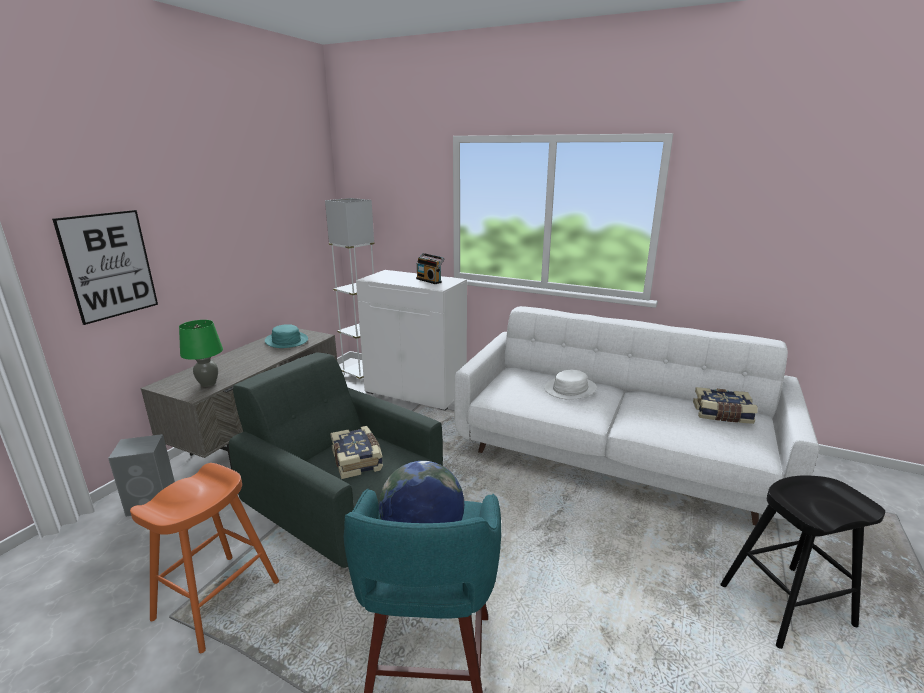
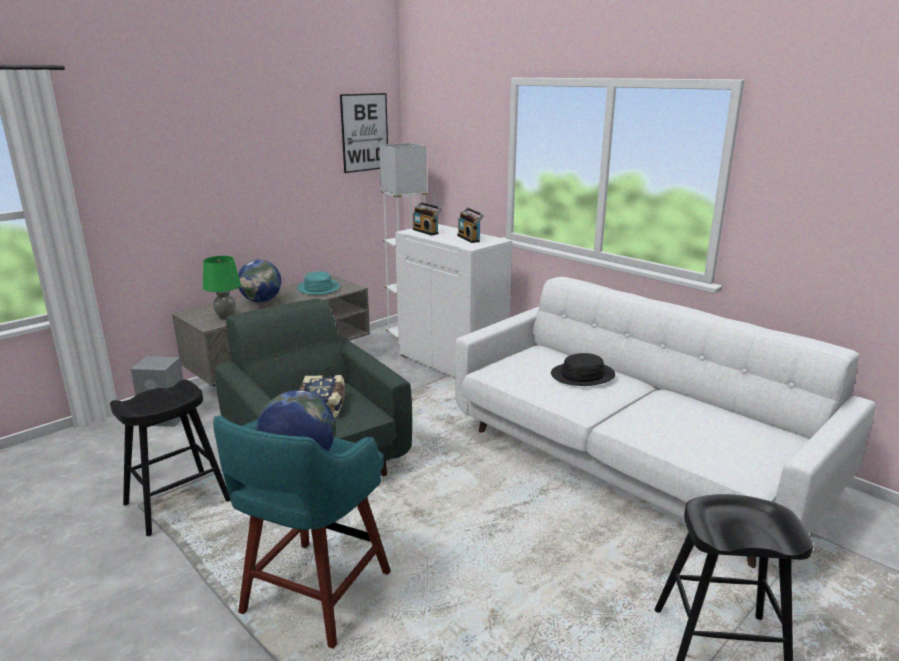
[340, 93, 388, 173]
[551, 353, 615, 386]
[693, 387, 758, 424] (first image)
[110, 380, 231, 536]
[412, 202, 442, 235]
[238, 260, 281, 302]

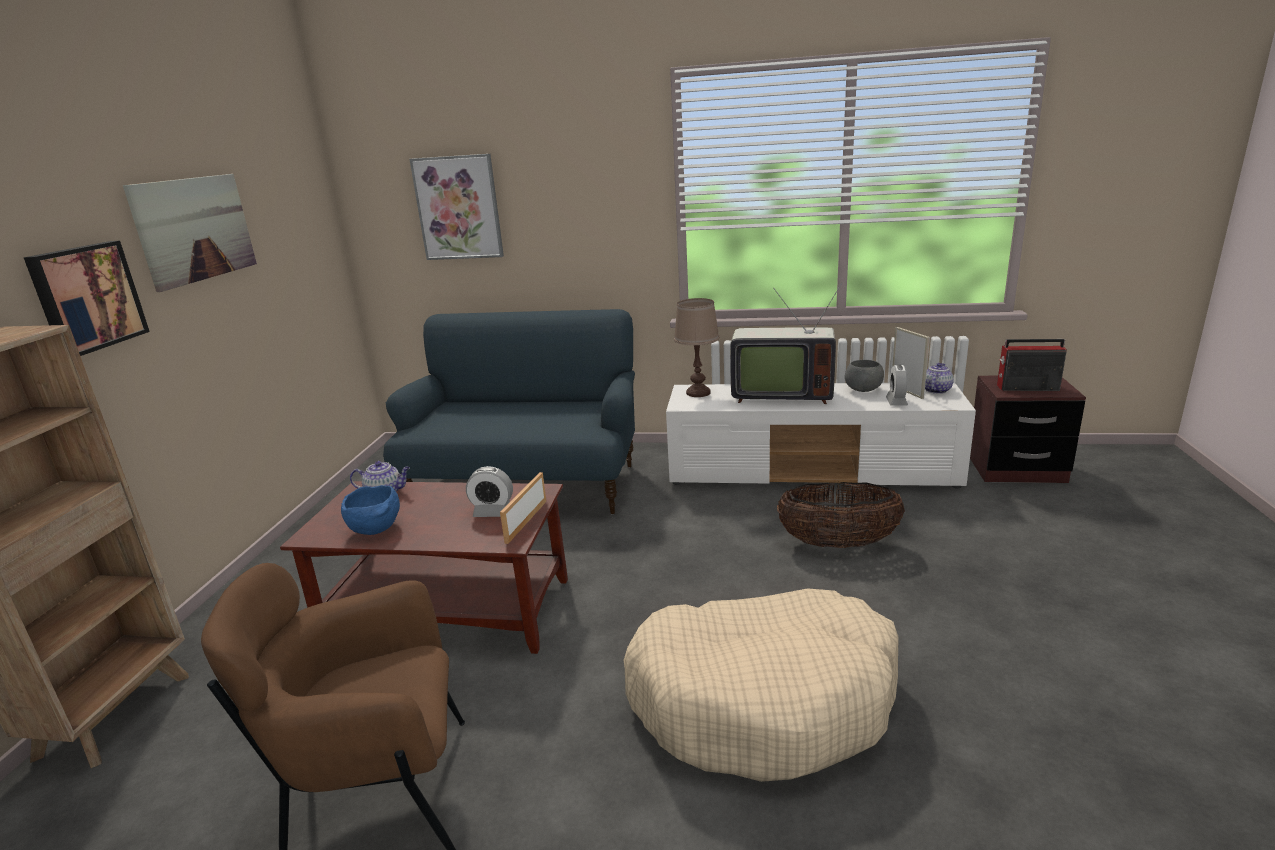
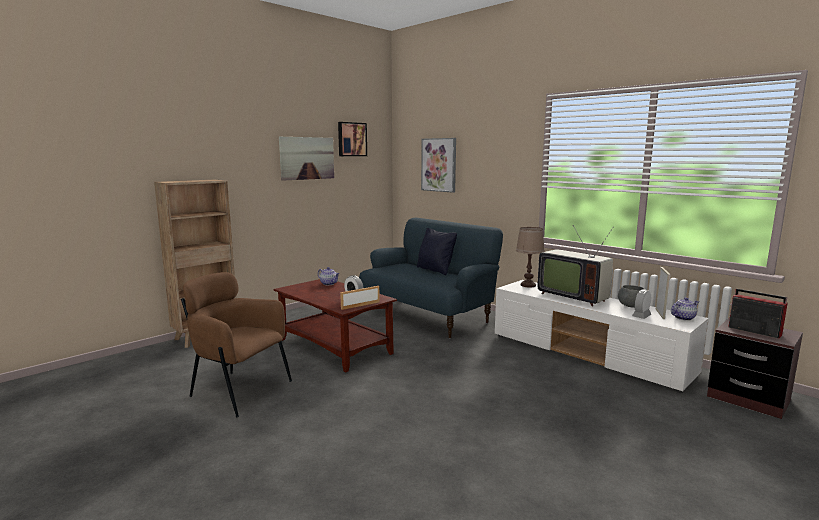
[338, 122, 367, 156]
[777, 482, 905, 548] (first image)
[341, 485, 400, 535] (first image)
[624, 588, 899, 782] (first image)
[417, 228, 457, 275]

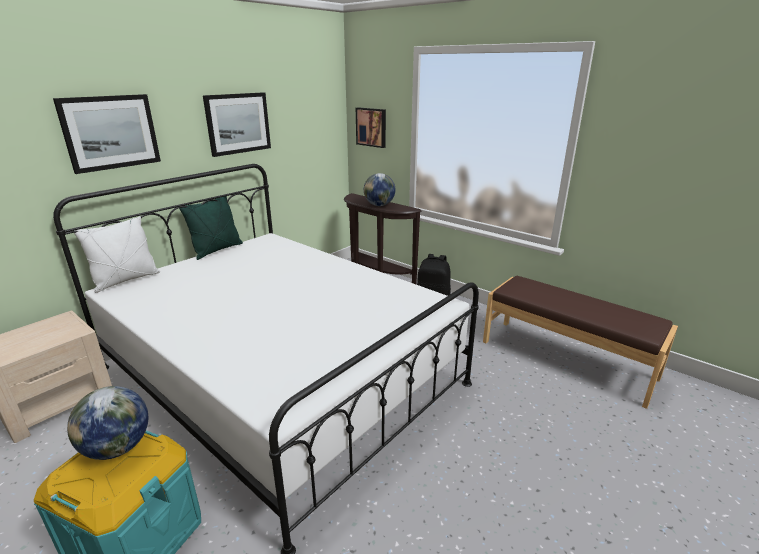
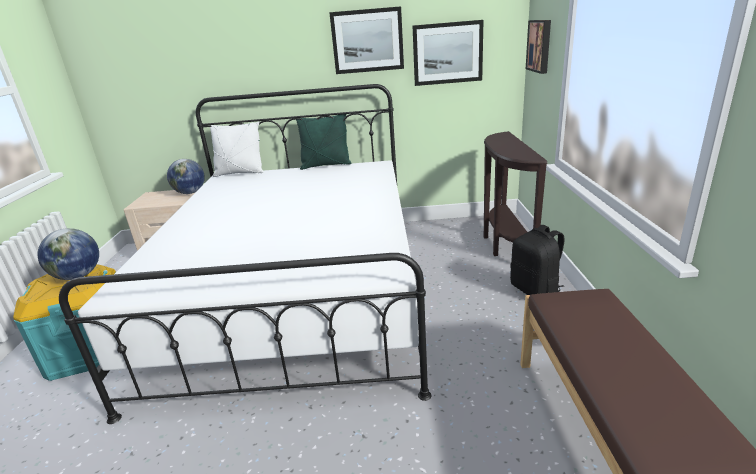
[413, 20, 484, 86]
[167, 159, 205, 194]

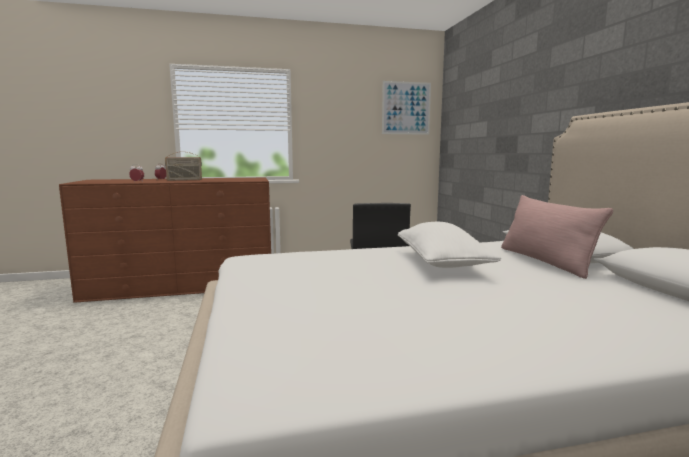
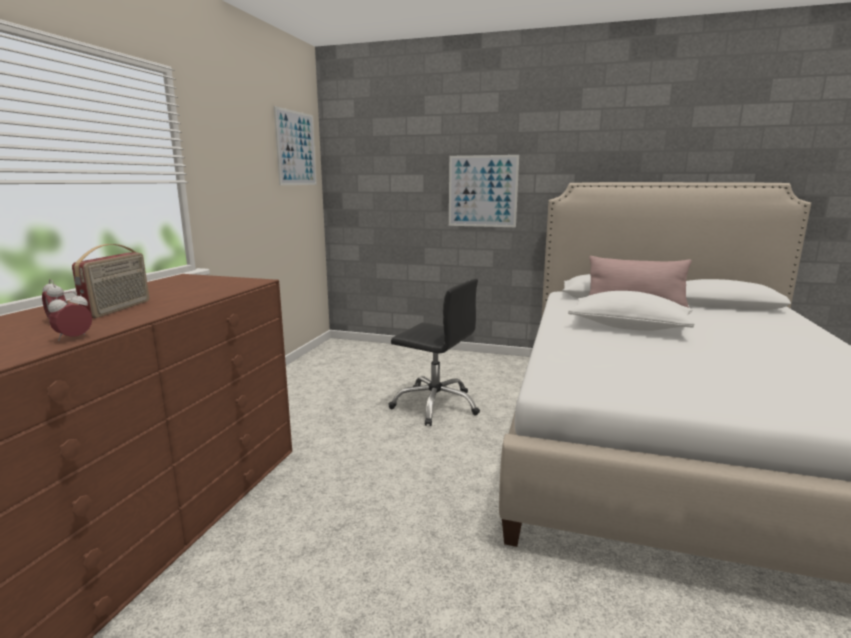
[449, 155, 519, 227]

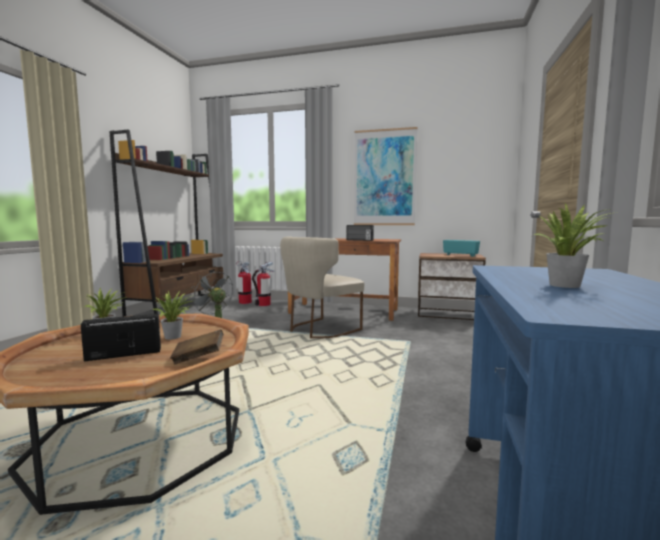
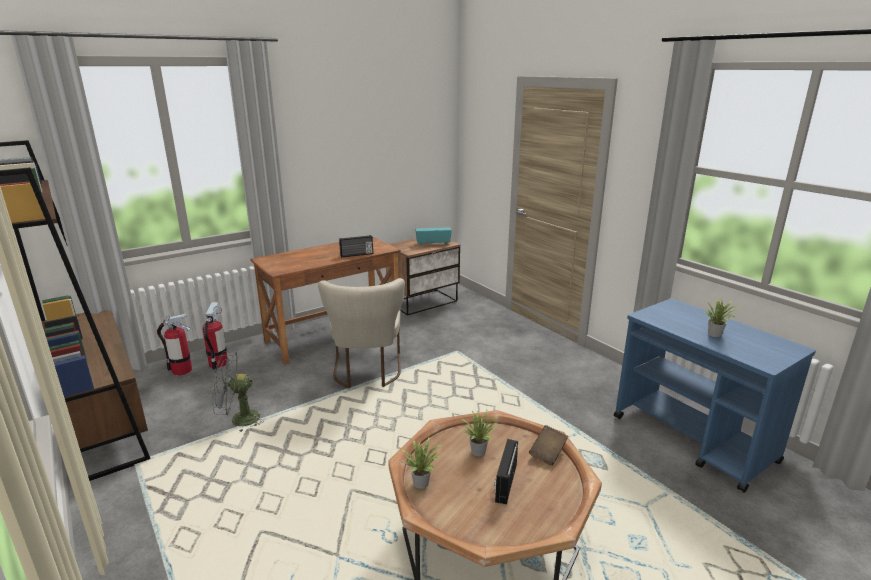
[354, 127, 418, 225] (first image)

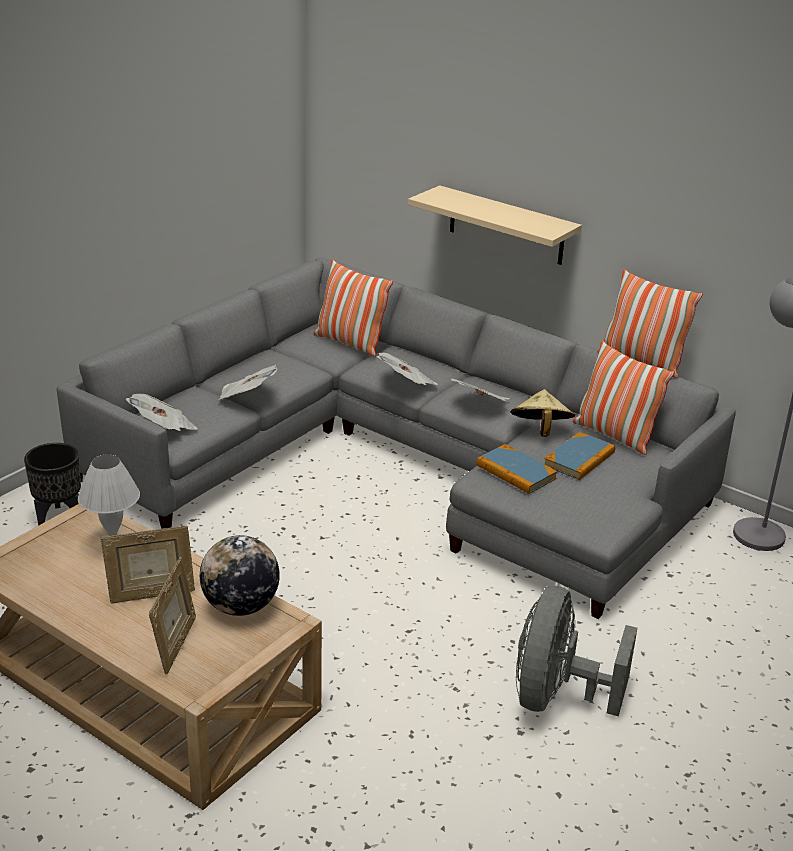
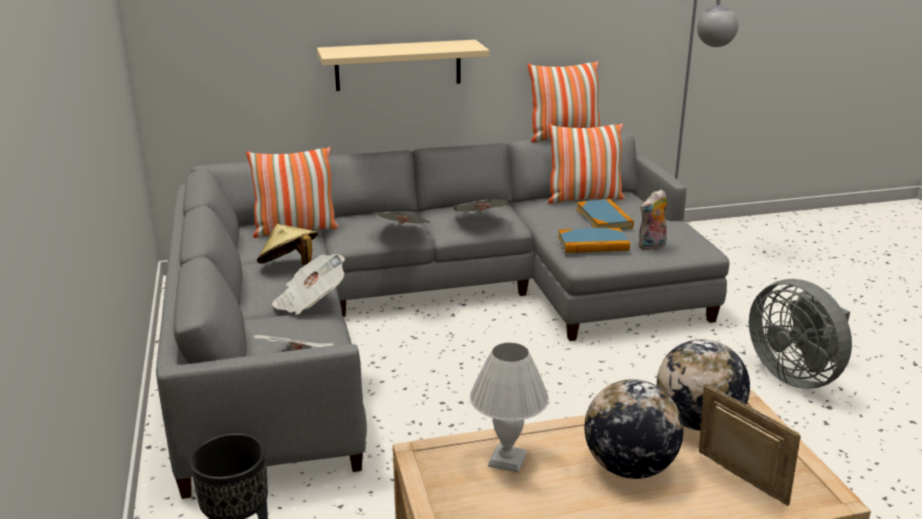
[257, 224, 318, 265]
[584, 379, 683, 479]
[638, 189, 667, 250]

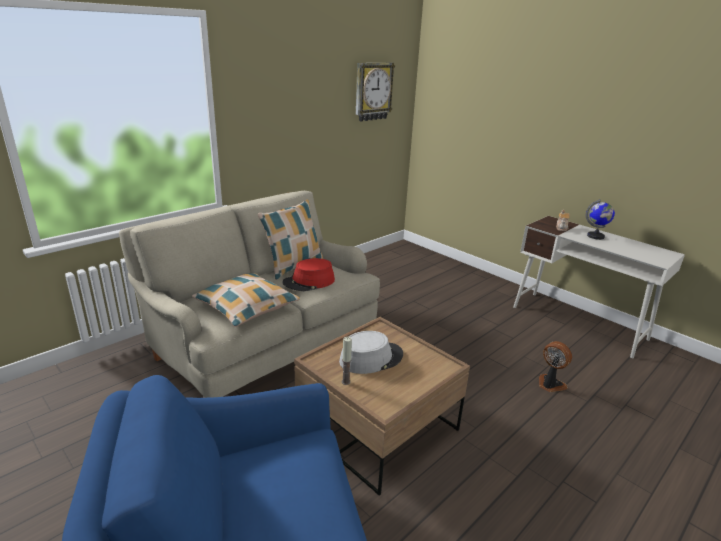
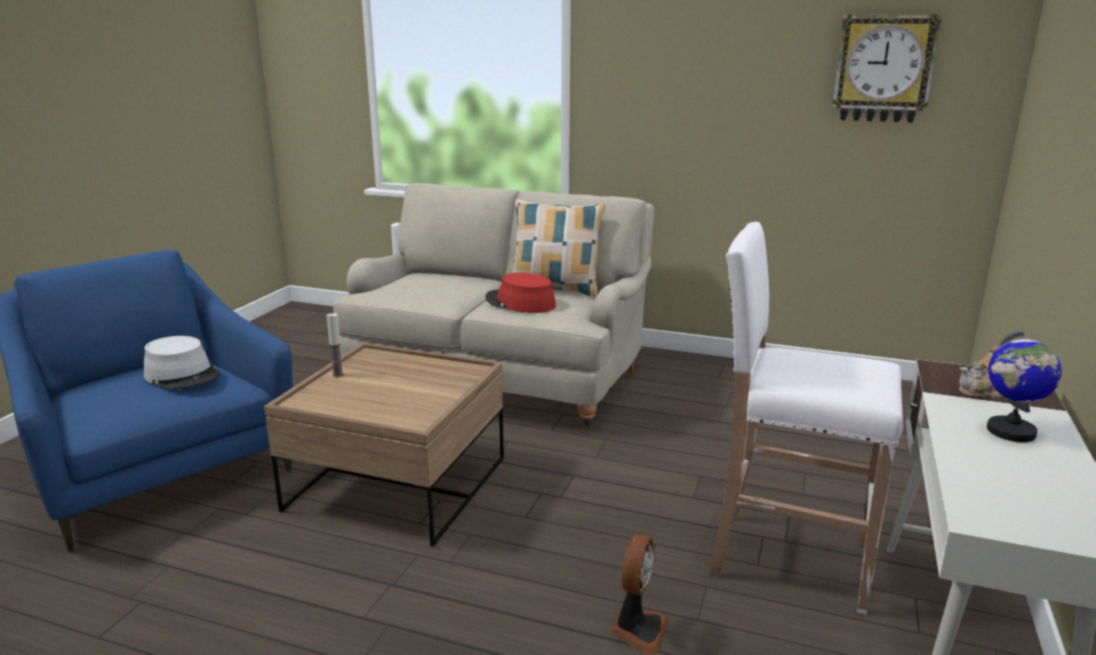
[192, 273, 300, 327] (first image)
[144, 336, 221, 390]
[710, 222, 903, 615]

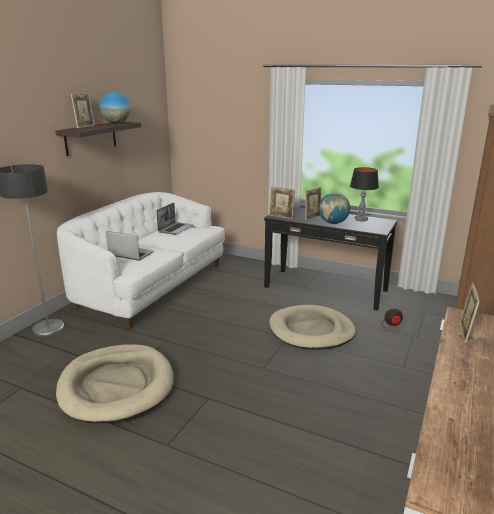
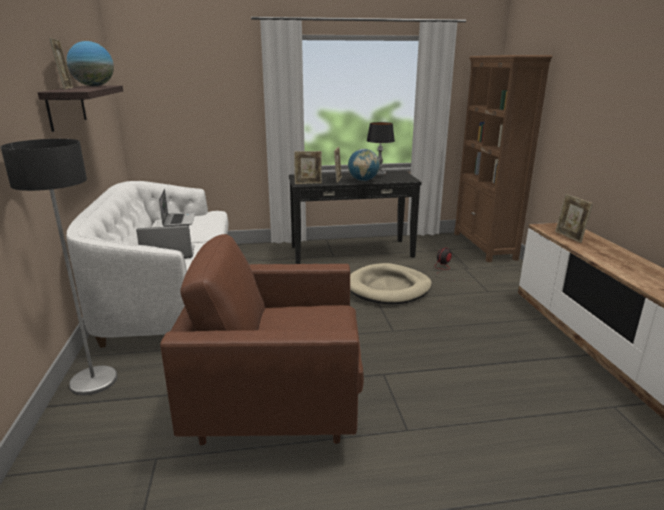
[160, 234, 364, 445]

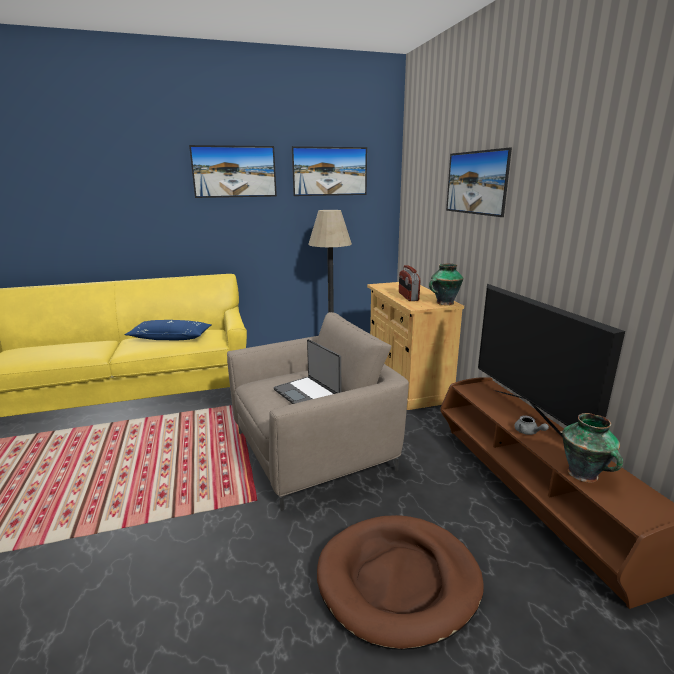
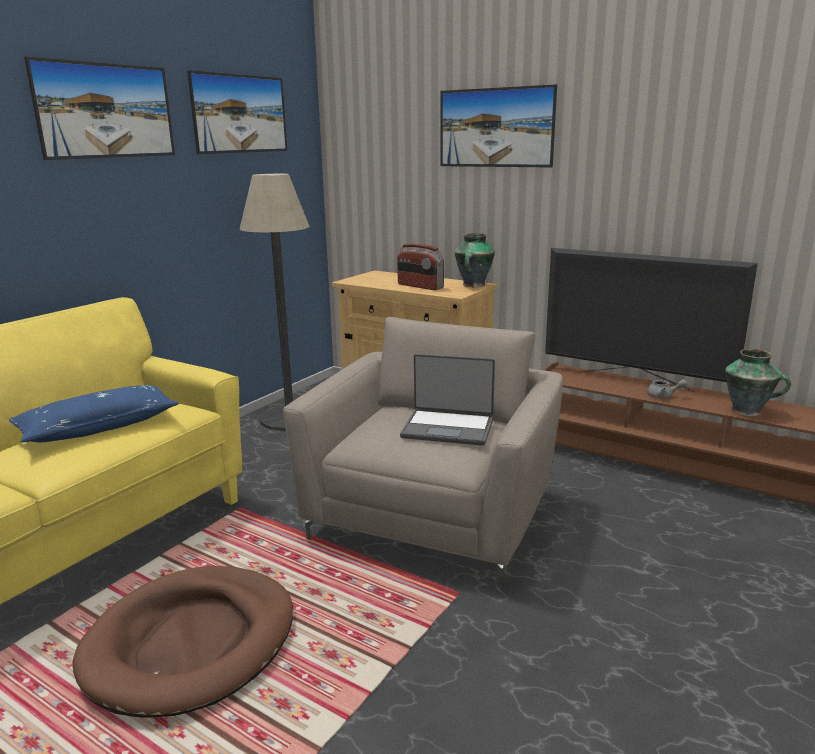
[73, 566, 293, 718]

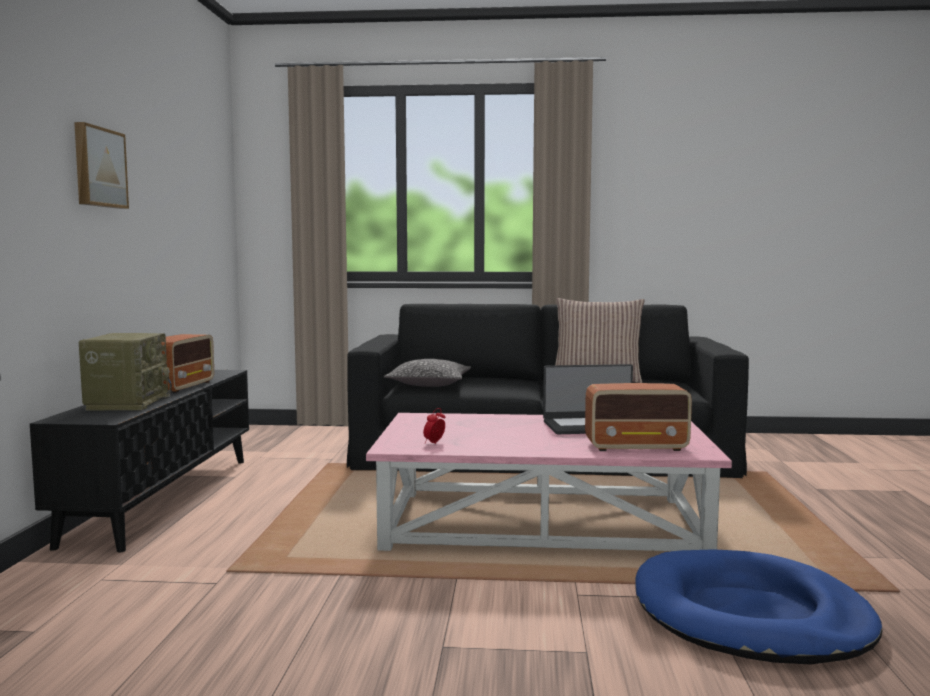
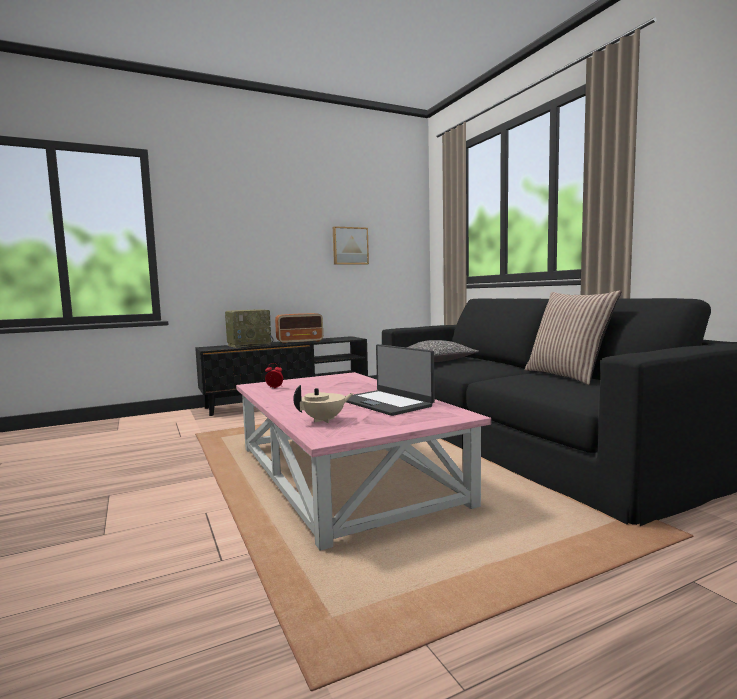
[333, 226, 369, 265]
[293, 385, 353, 423]
[636, 549, 882, 664] (first image)

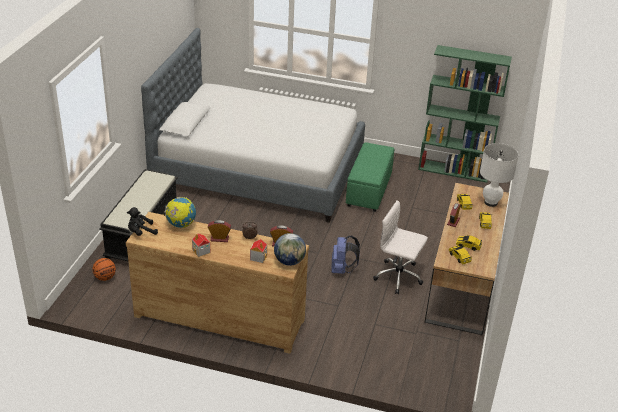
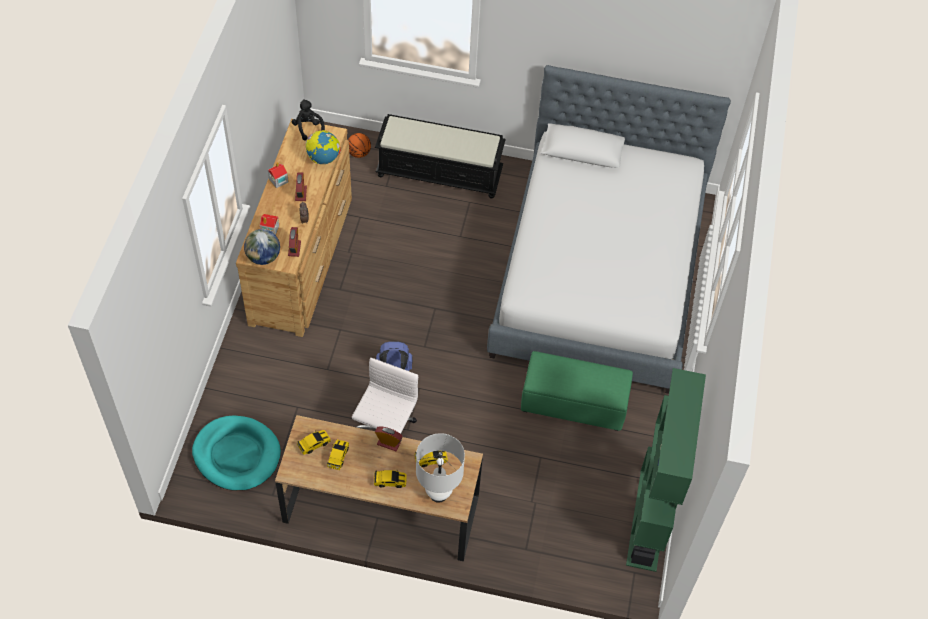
[192, 415, 281, 491]

